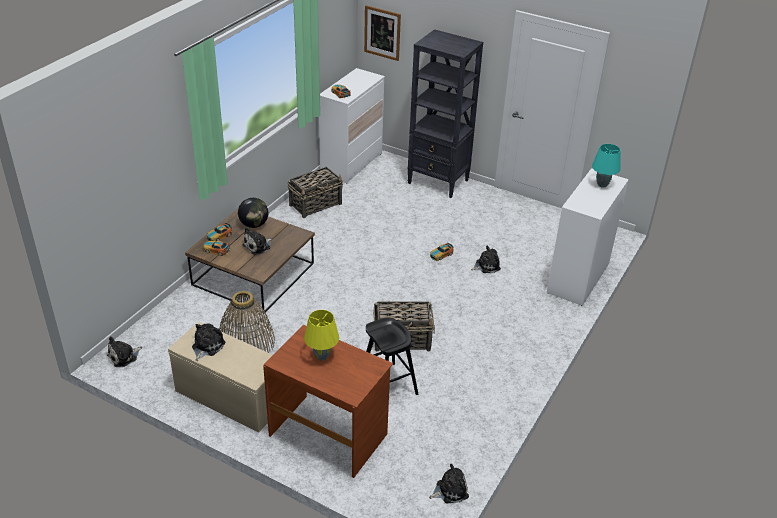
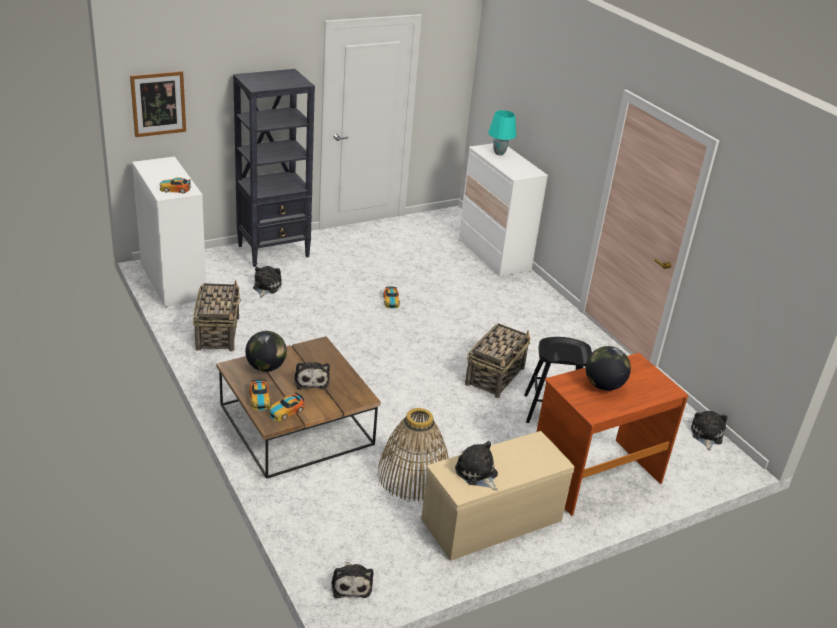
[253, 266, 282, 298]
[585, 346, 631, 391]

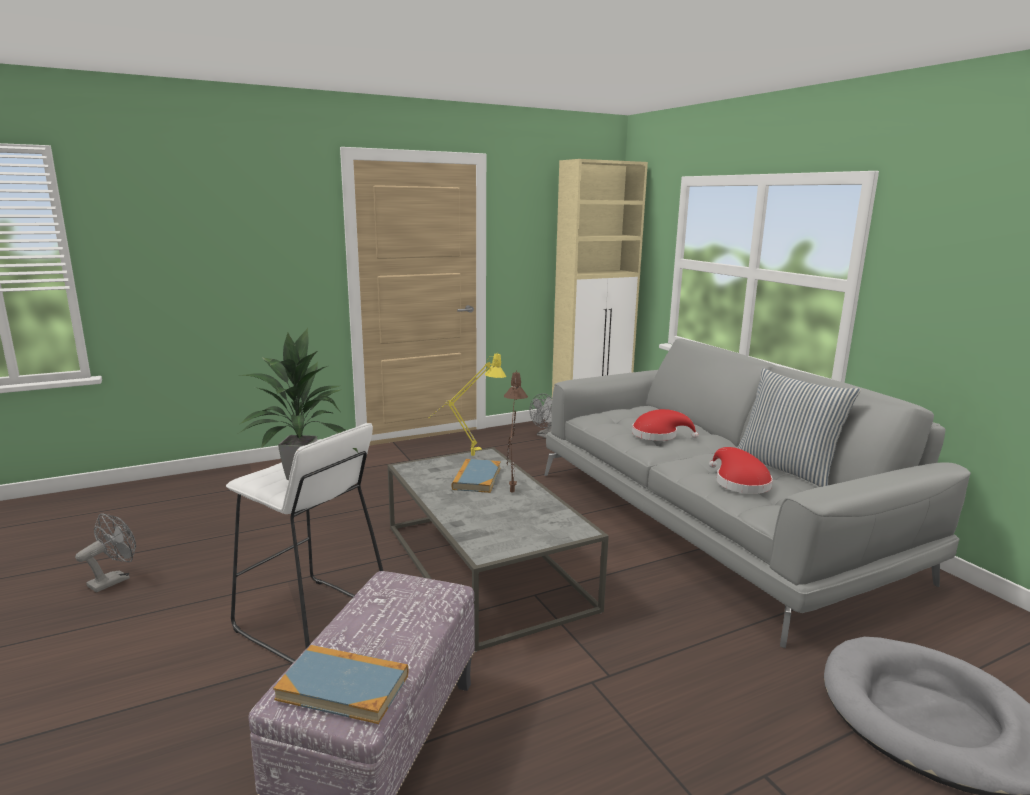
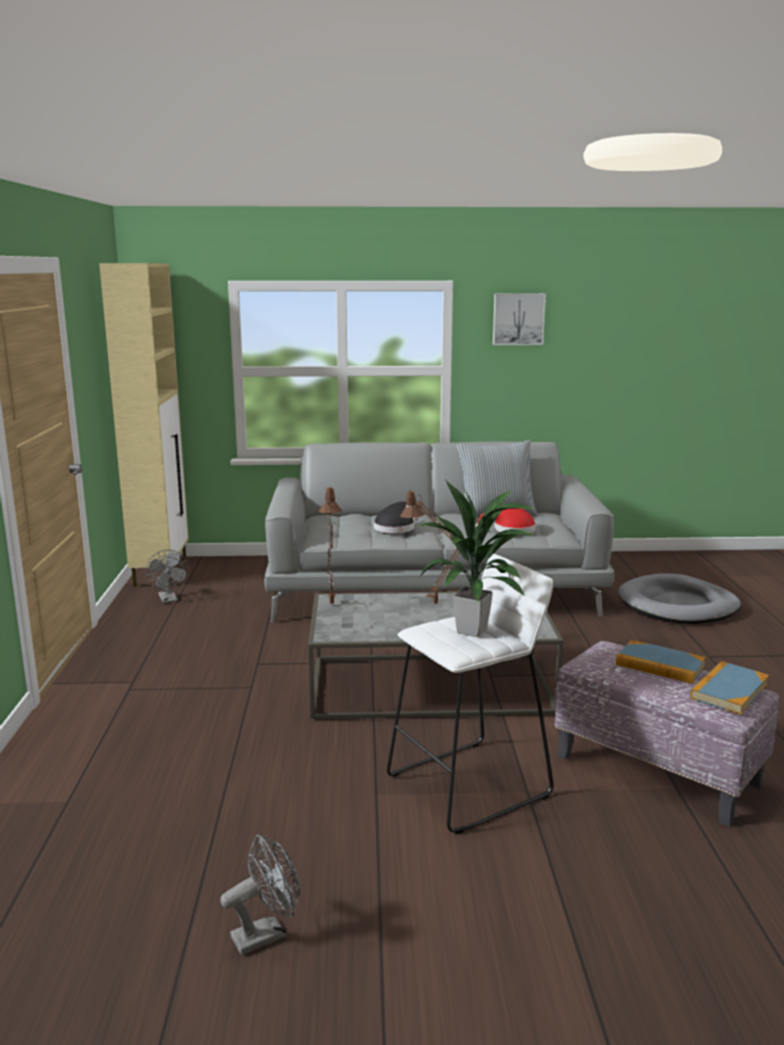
[319, 488, 342, 604]
[374, 502, 418, 533]
[616, 640, 706, 684]
[220, 835, 300, 955]
[493, 293, 546, 345]

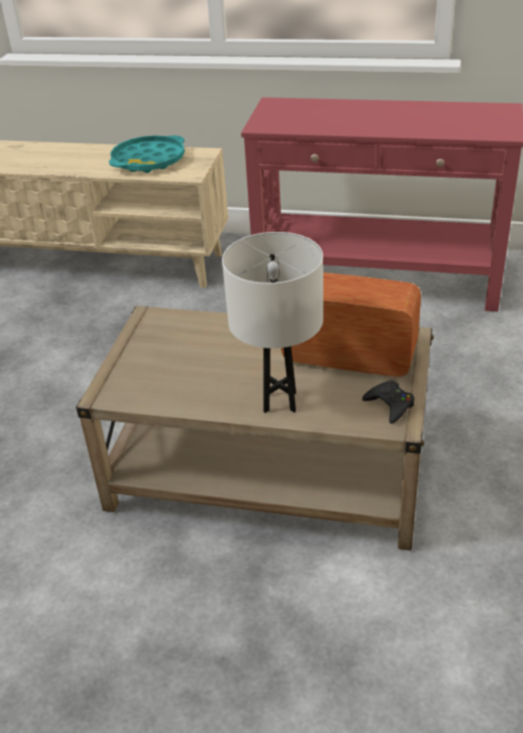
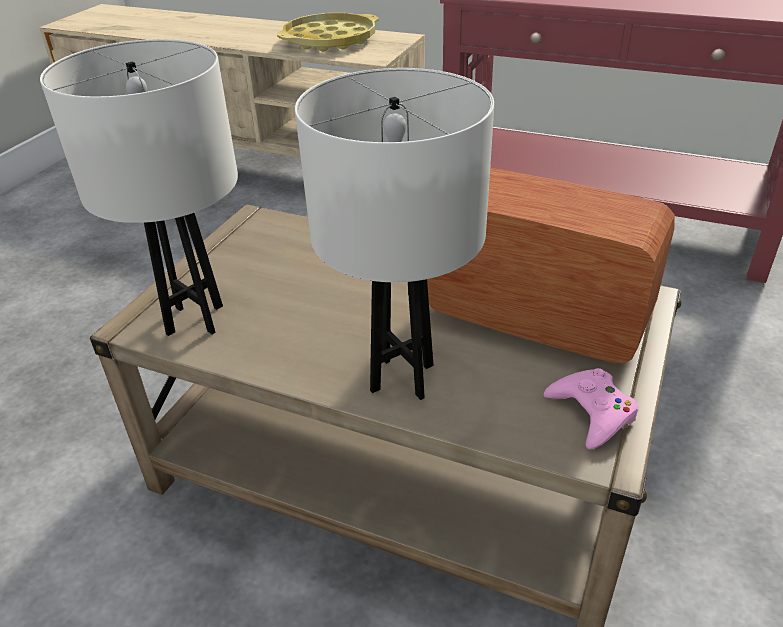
[277, 13, 378, 52]
[544, 368, 639, 449]
[40, 39, 238, 336]

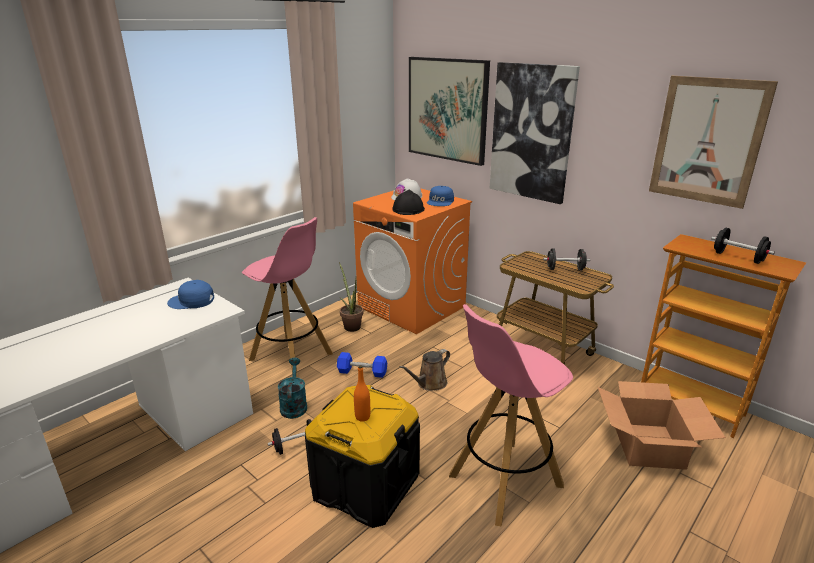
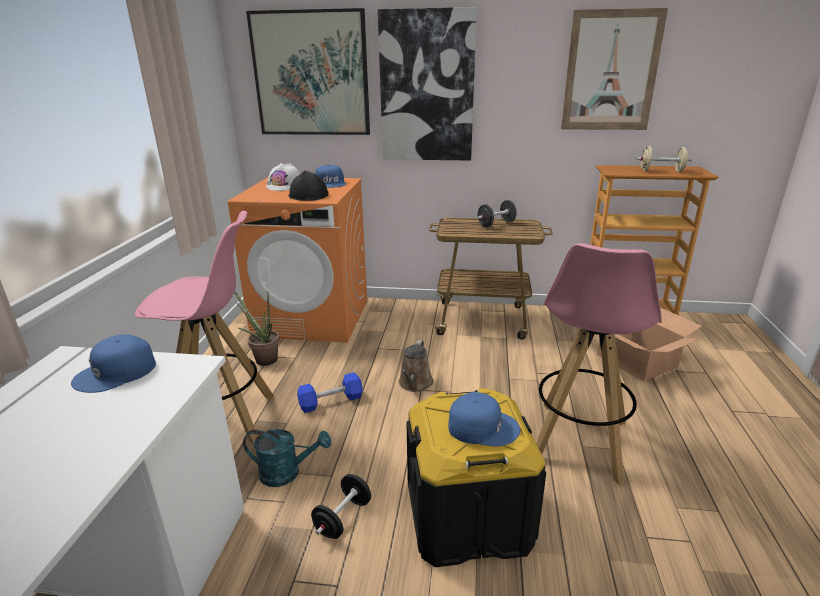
[636, 146, 692, 172]
[243, 429, 331, 487]
[448, 392, 520, 447]

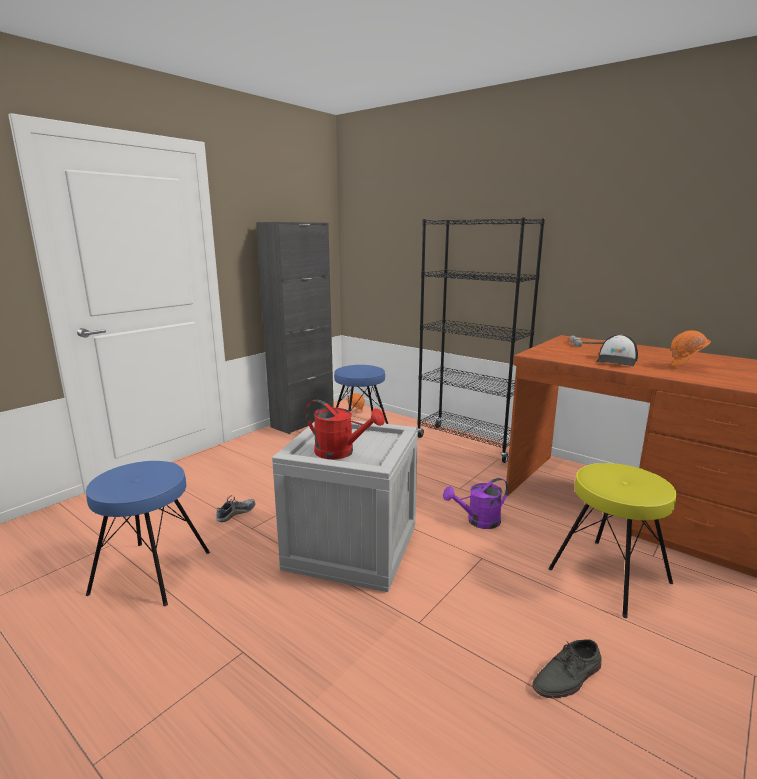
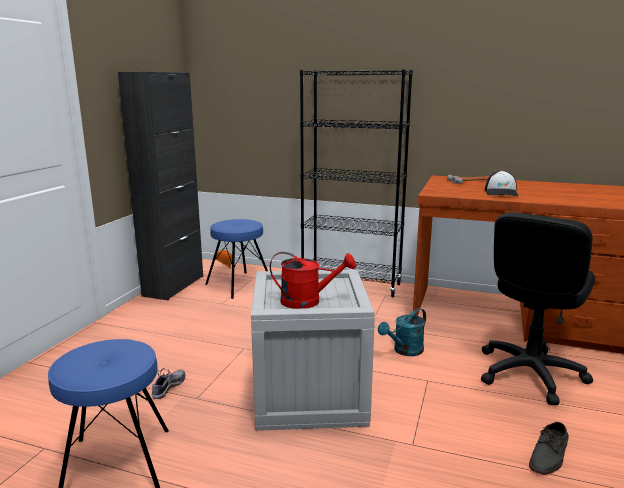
[671, 330, 711, 366] (first image)
[481, 212, 595, 405]
[378, 308, 426, 356]

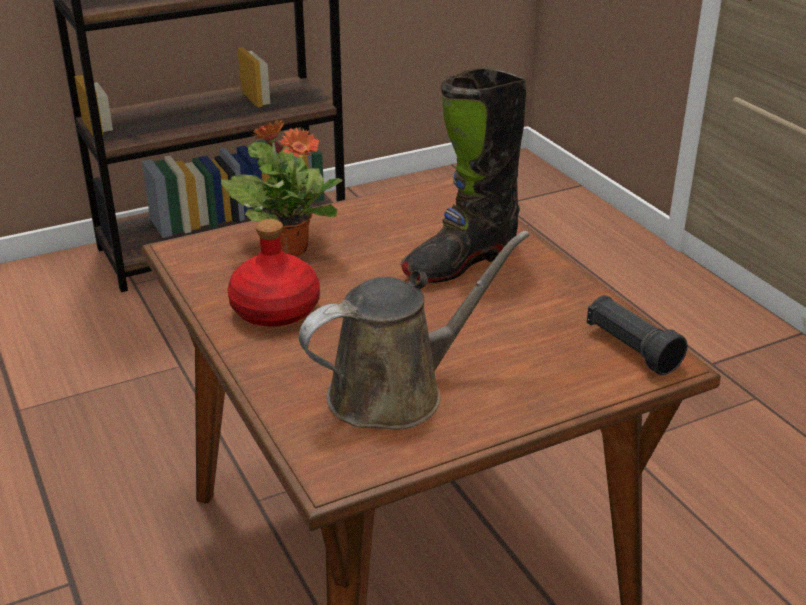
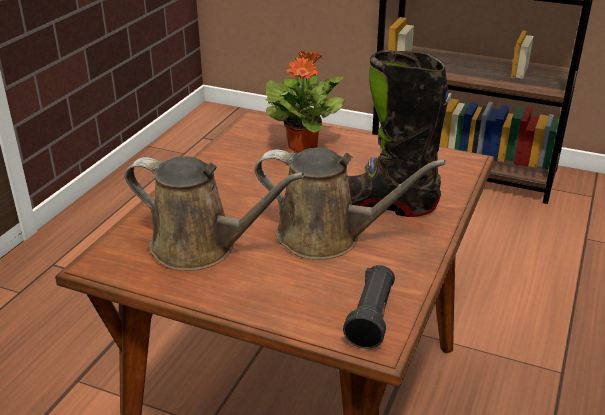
[227, 219, 320, 327] (first image)
[255, 148, 446, 260]

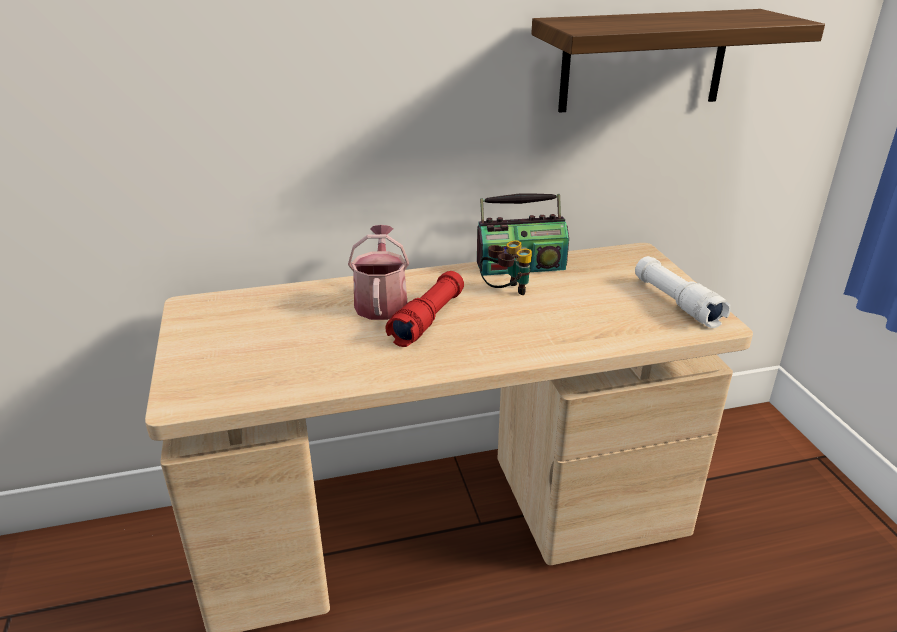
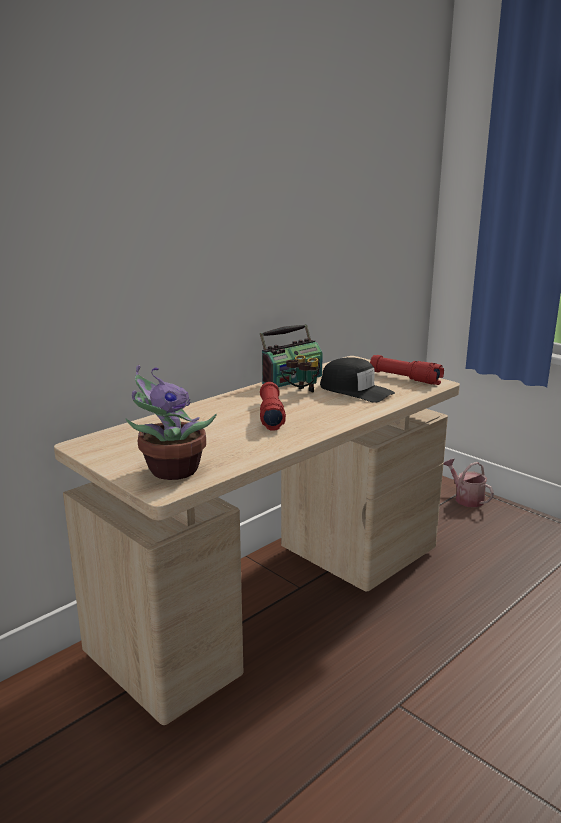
[531, 9, 825, 113] (first image)
[444, 459, 494, 507]
[370, 355, 444, 385]
[320, 357, 395, 403]
[125, 365, 217, 480]

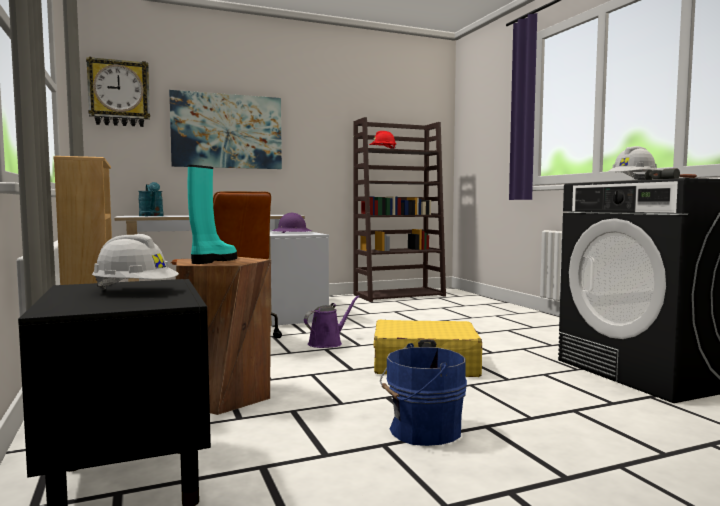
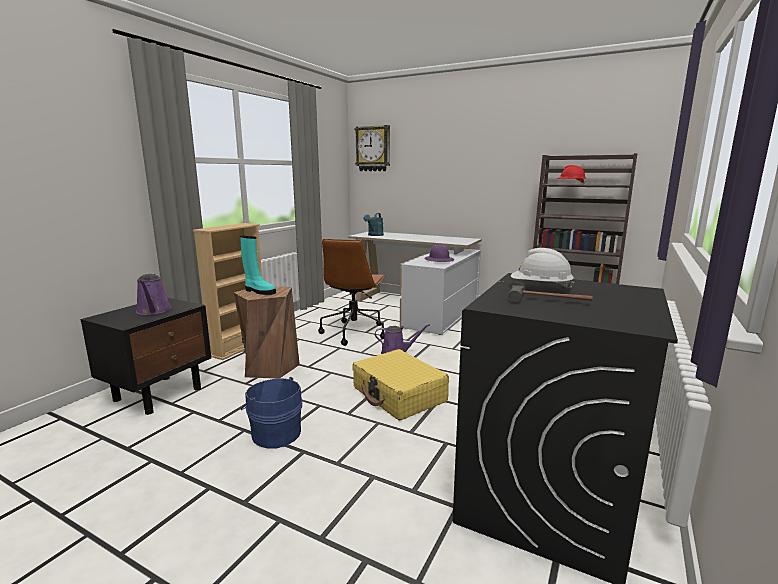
[169, 90, 282, 169] (first image)
[240, 236, 276, 295]
[136, 273, 172, 315]

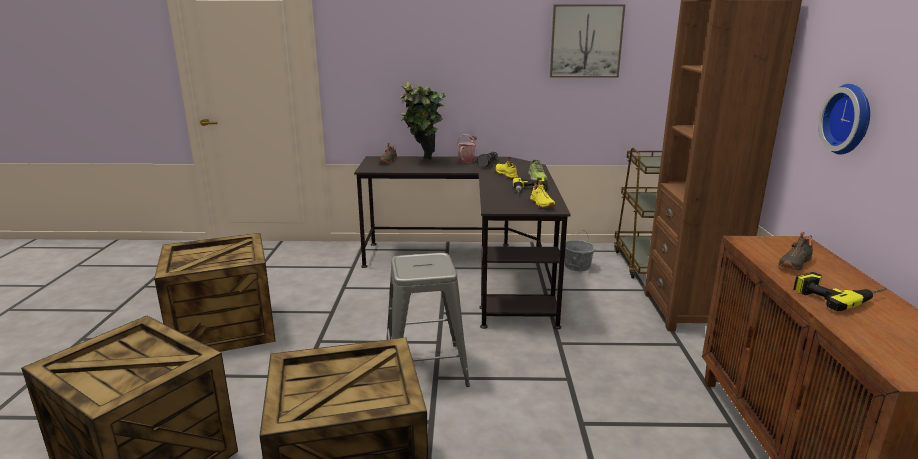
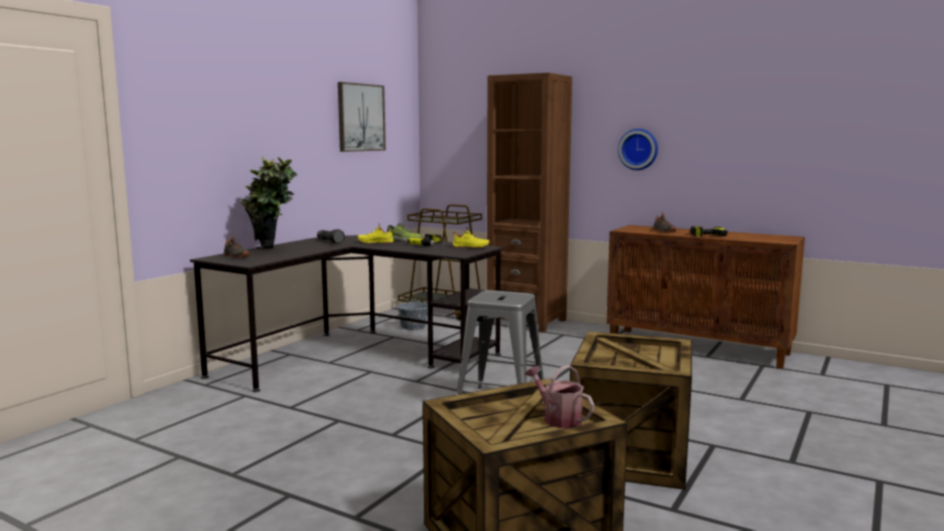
[525, 365, 594, 428]
[154, 233, 276, 352] (first image)

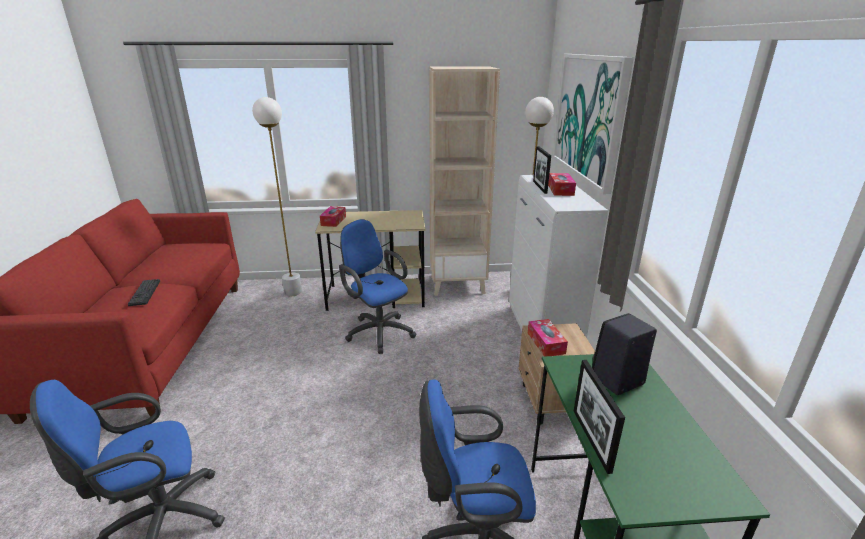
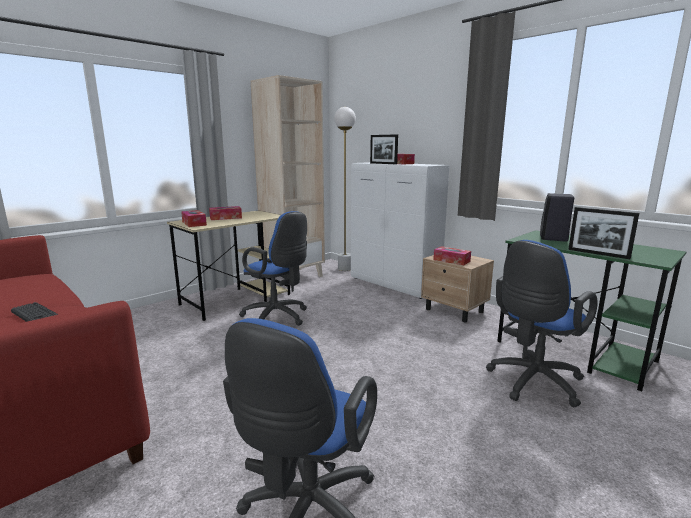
[553, 54, 634, 194] (first image)
[252, 97, 302, 296] (first image)
[239, 211, 307, 326]
[209, 206, 242, 220]

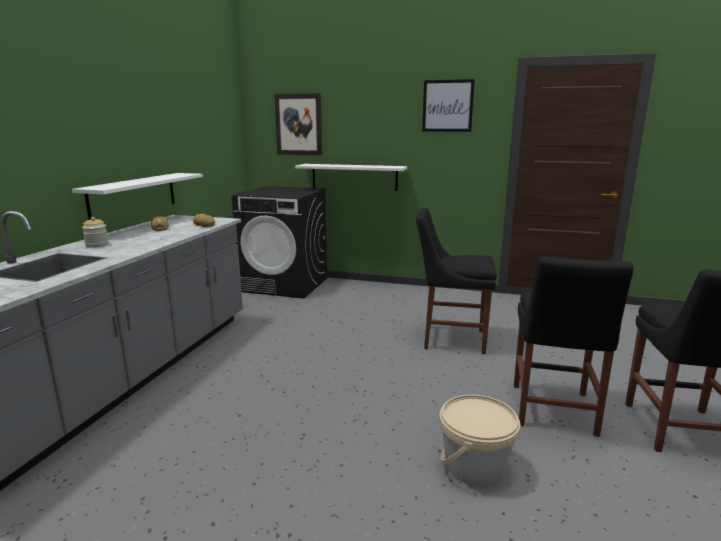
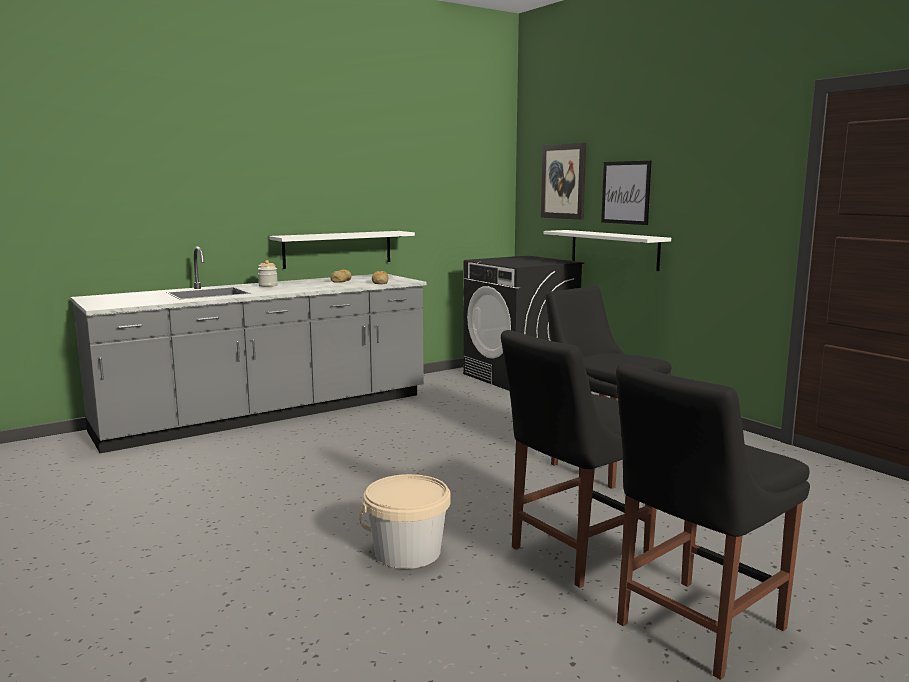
[601, 161, 651, 225]

